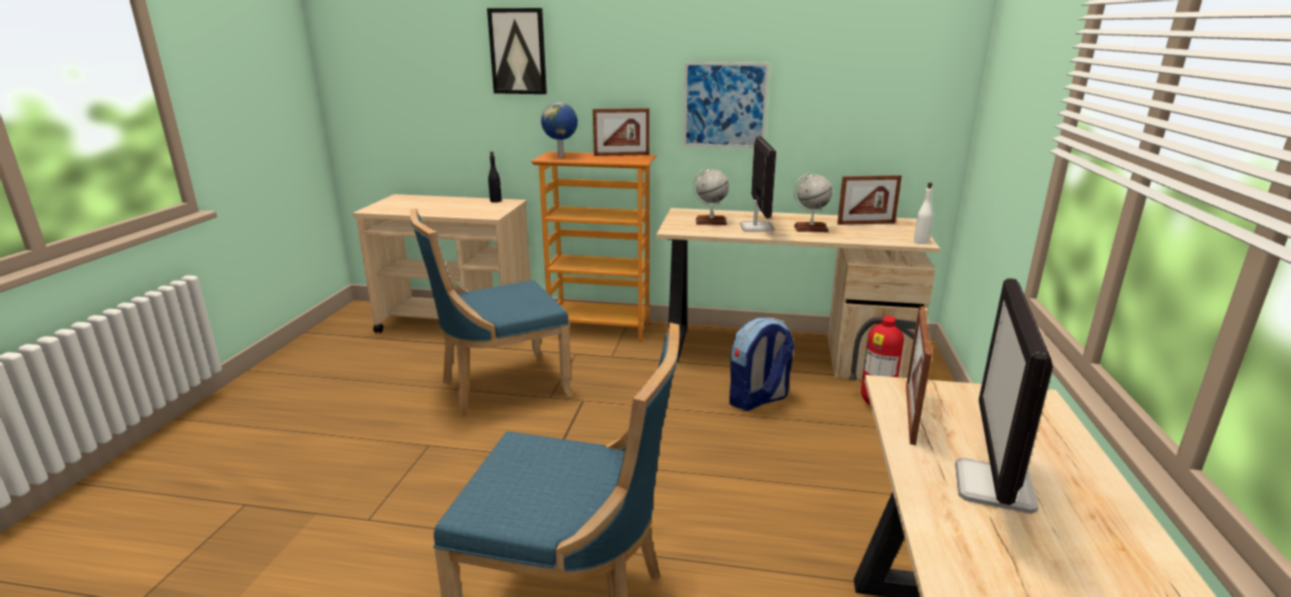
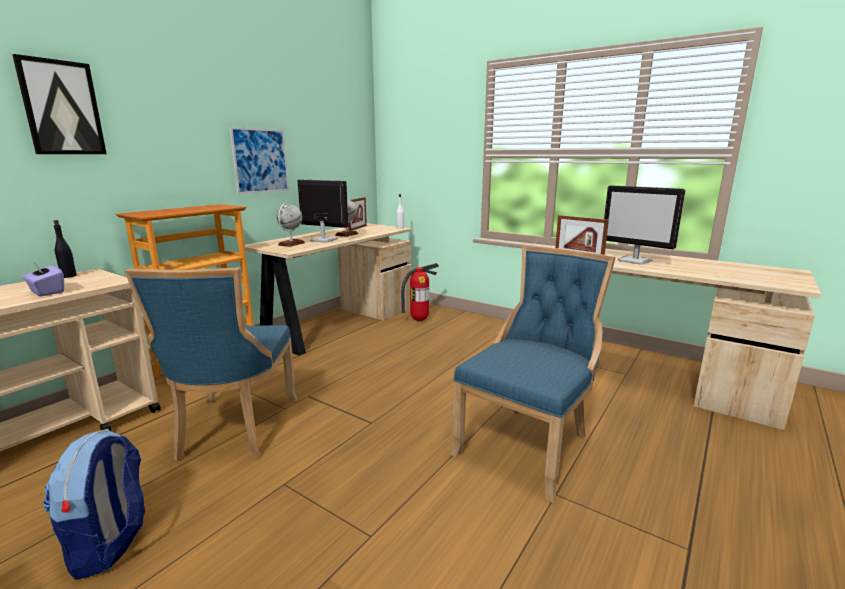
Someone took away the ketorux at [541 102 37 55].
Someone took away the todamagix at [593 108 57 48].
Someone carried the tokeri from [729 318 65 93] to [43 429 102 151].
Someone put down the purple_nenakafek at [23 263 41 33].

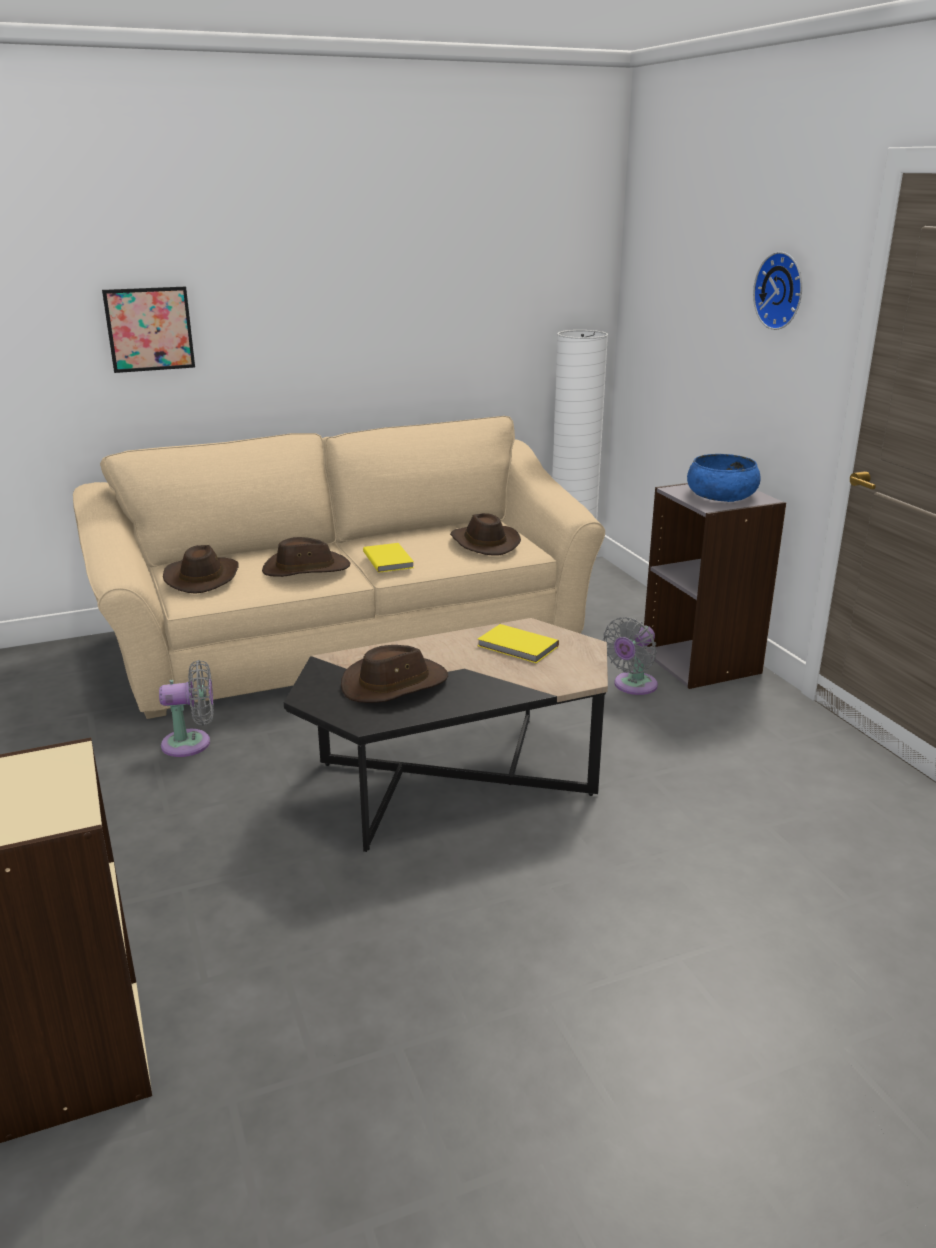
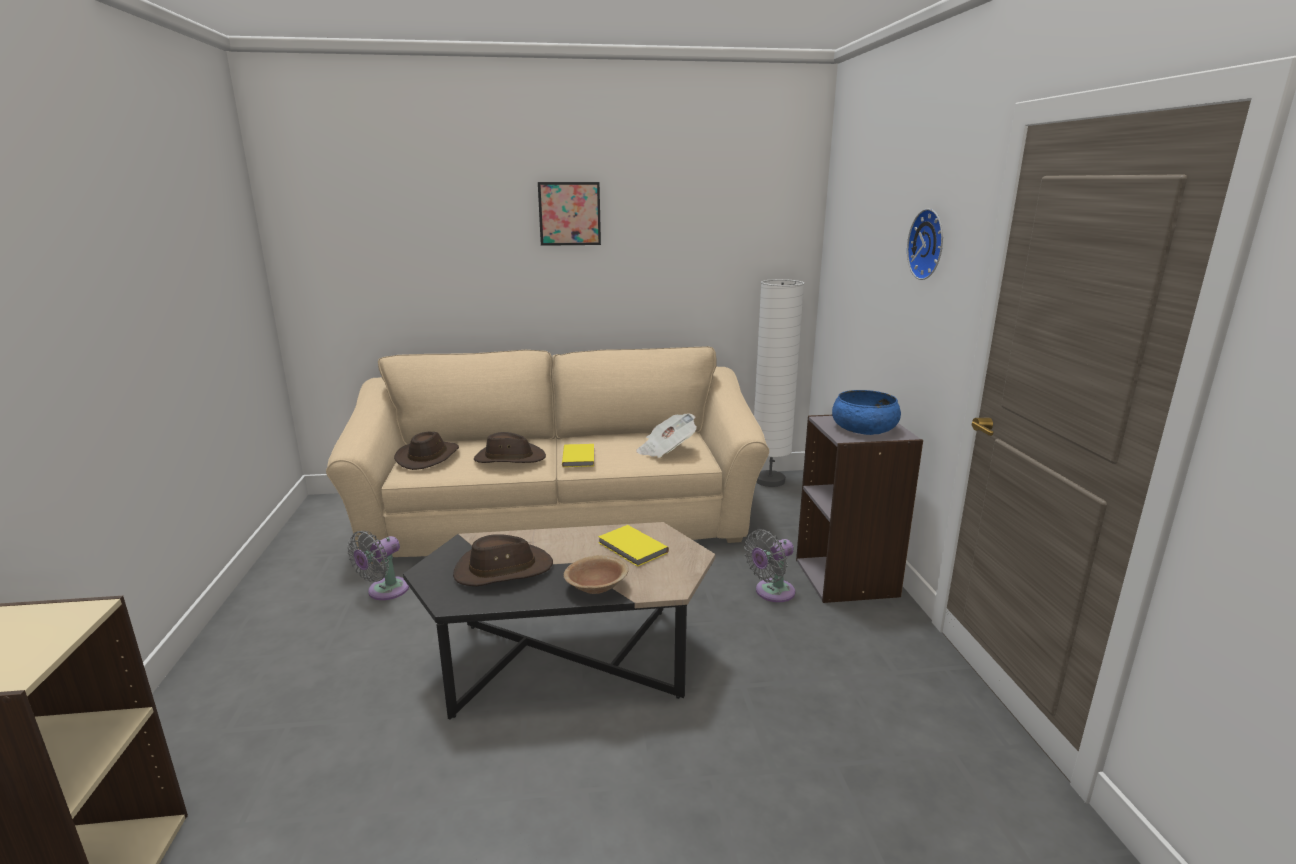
Someone carried the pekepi from [102 286 93 87] to [538 182 63 64].
Someone rotated the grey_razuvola at [159 660 55 97] by 120 degrees clockwise.
Someone swapped the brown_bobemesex at [450 513 71 43] for the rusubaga at [636 414 61 44].
Someone put down the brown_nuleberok at [564 555 65 39].

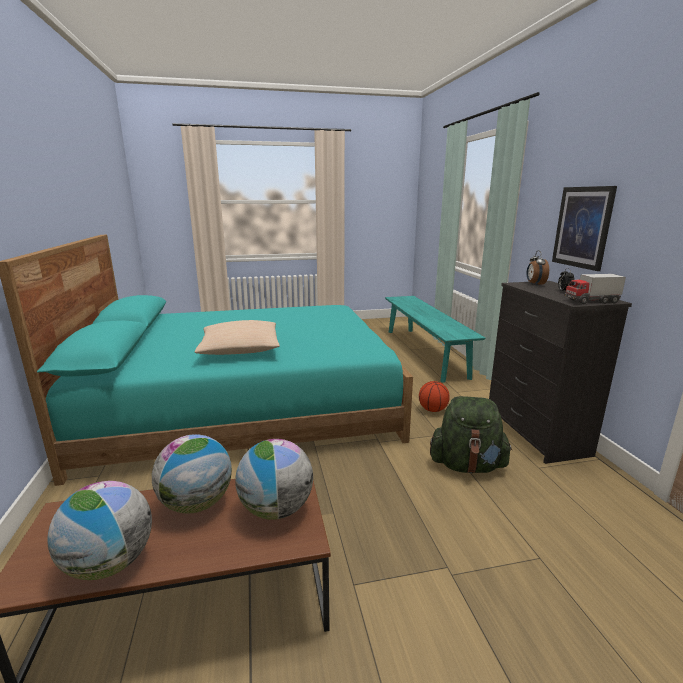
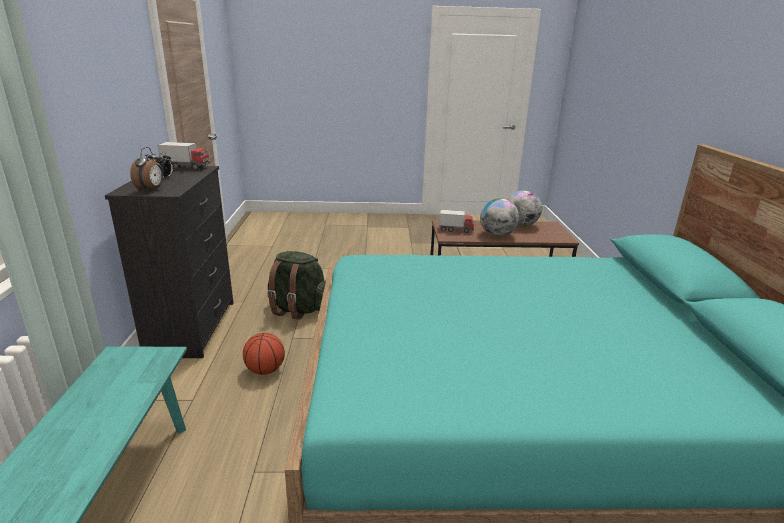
Someone took away the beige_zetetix at [195 320 85 35].
Someone swapped the ketorux at [235 439 78 81] for the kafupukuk at [439 210 35 23].
Someone took away the pekepi at [552 186 65 85].

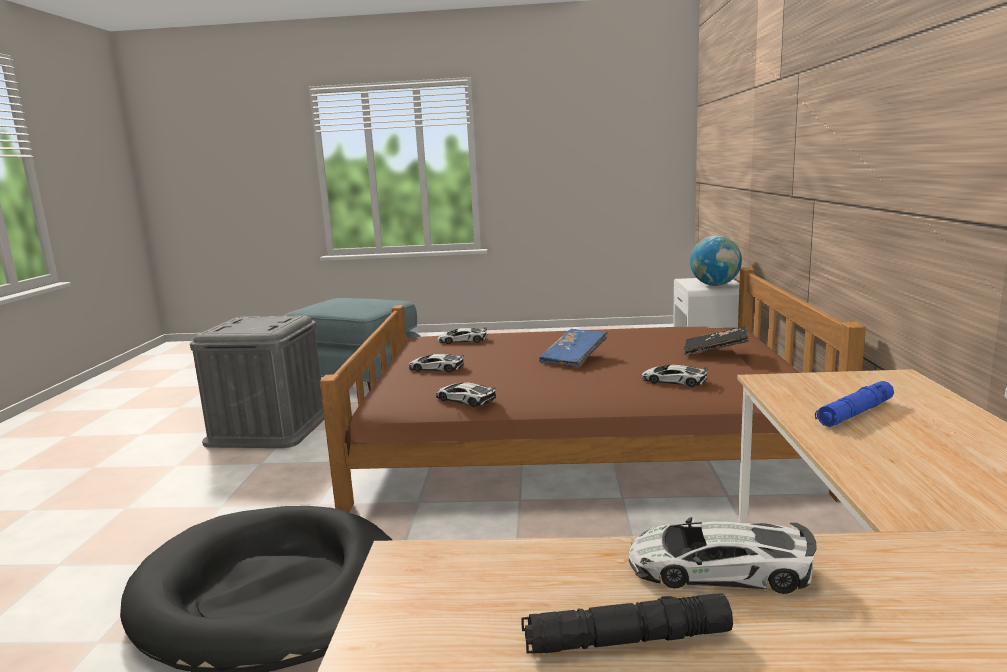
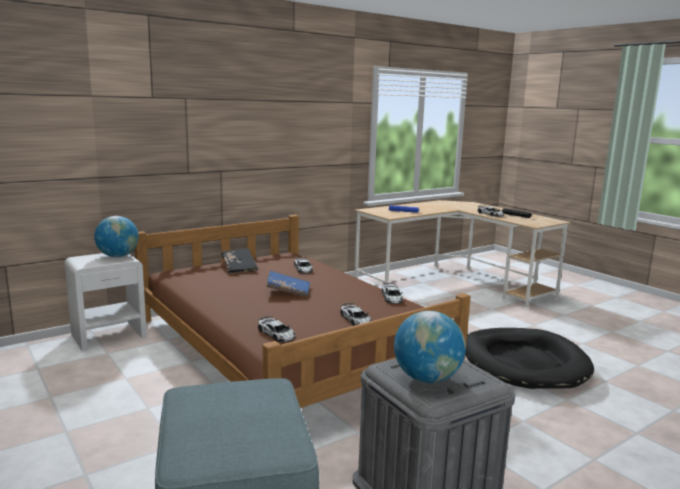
Someone put down the ketorux at [394 311 72 72].

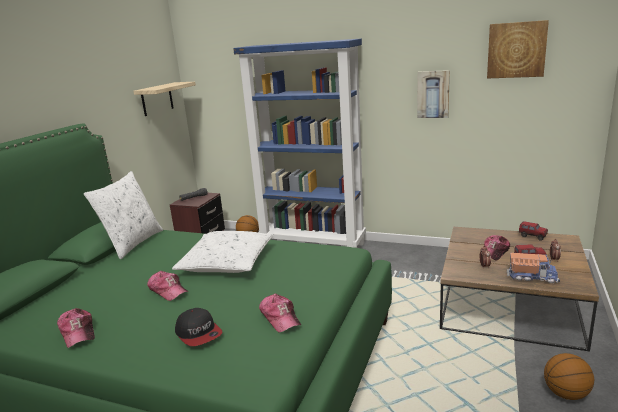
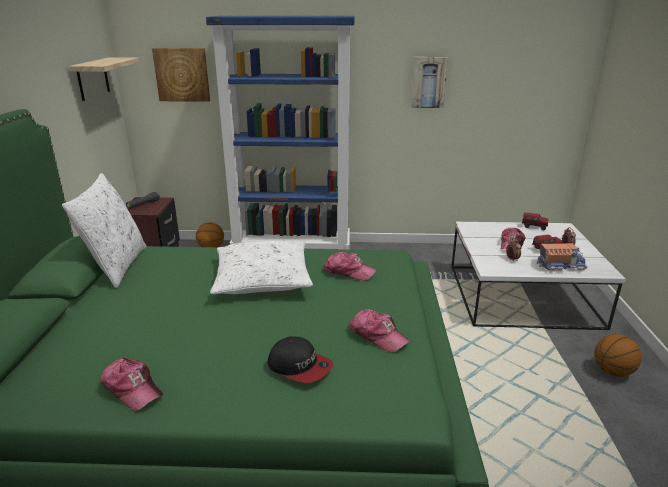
Someone carried the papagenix from [147 271 41 30] to [323 252 54 29].
Someone repainted the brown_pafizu at [440 227 159 125], which became the white_pafizu at [451 222 175 108].
Someone carried the pekepi from [487 20 62 58] to [152 48 58 54].

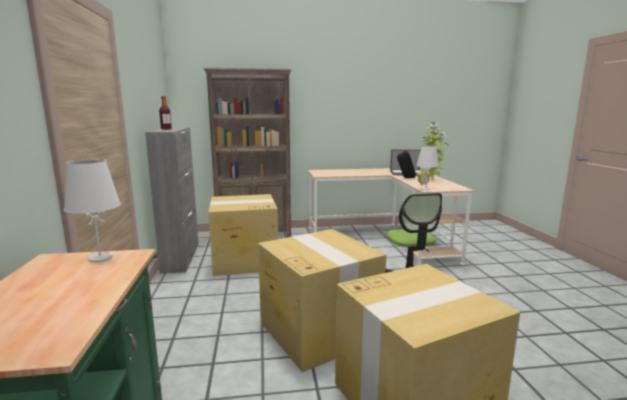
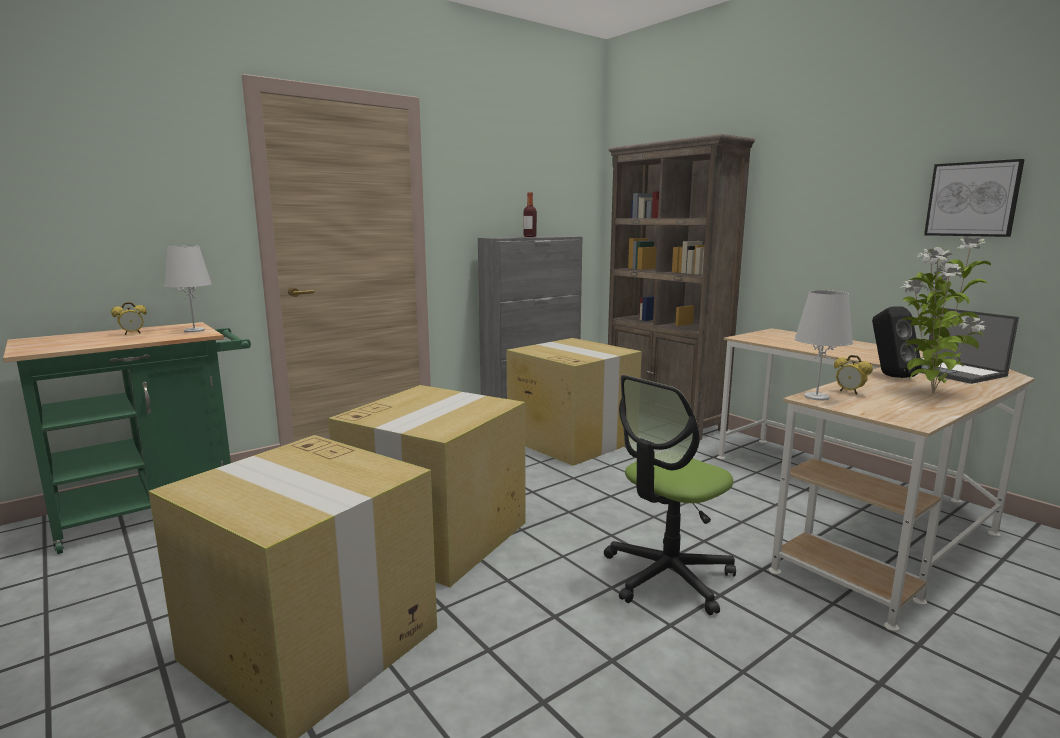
Someone put down the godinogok at [111 302 36 33].
Someone put up the pekepi at [924 159 101 78].

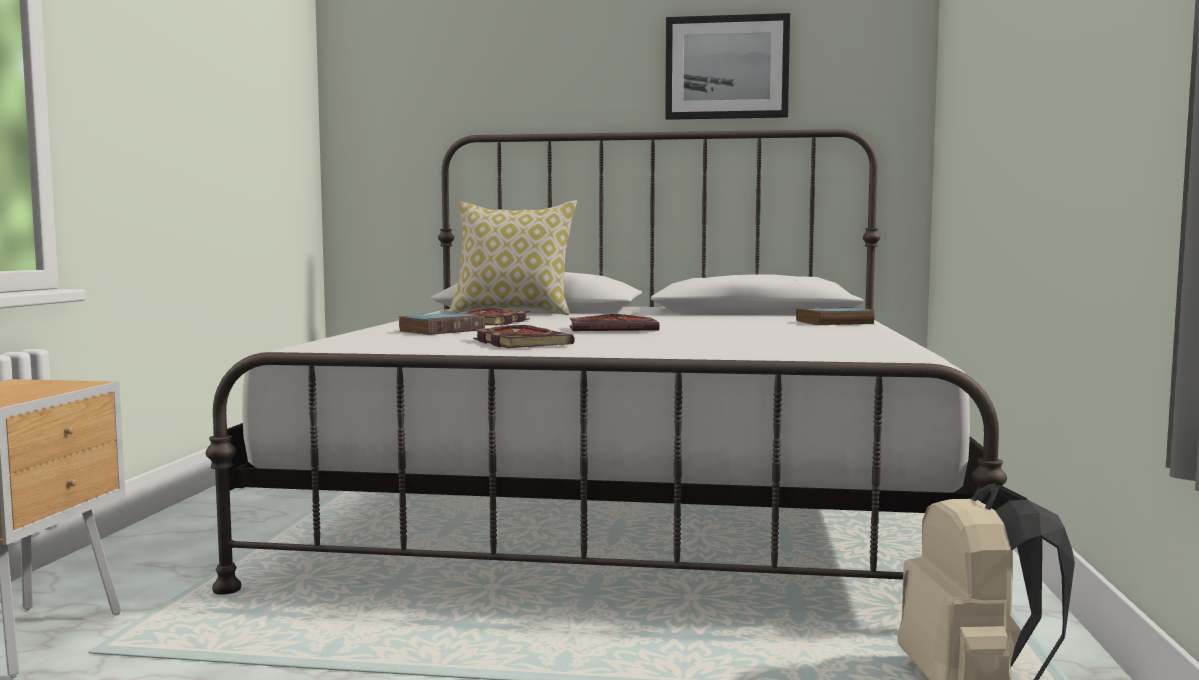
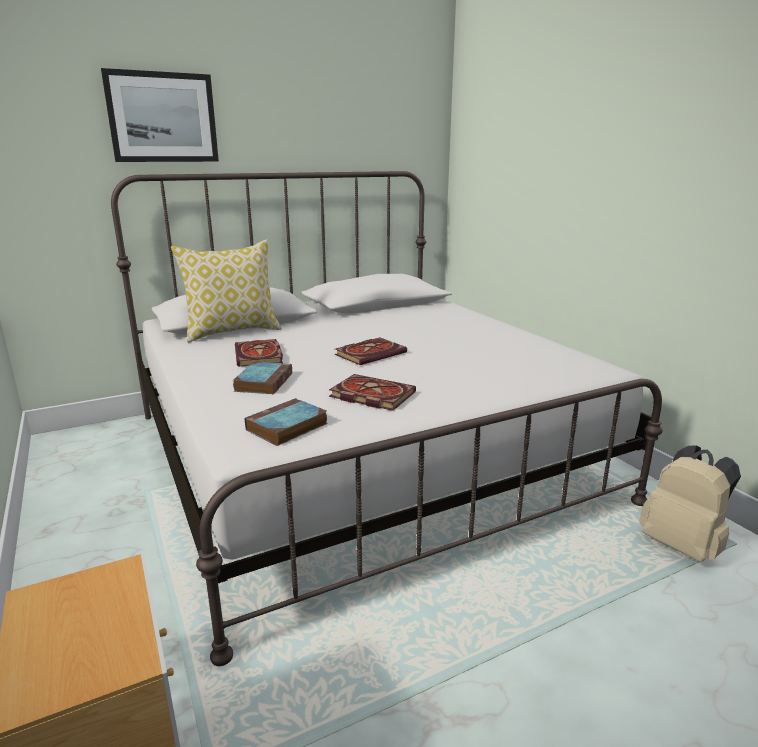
Someone carried the pekepi from [665 13 125 107] to [101 68 118 94].
Someone carried the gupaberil from [796 307 80 18] to [245 398 83 48].

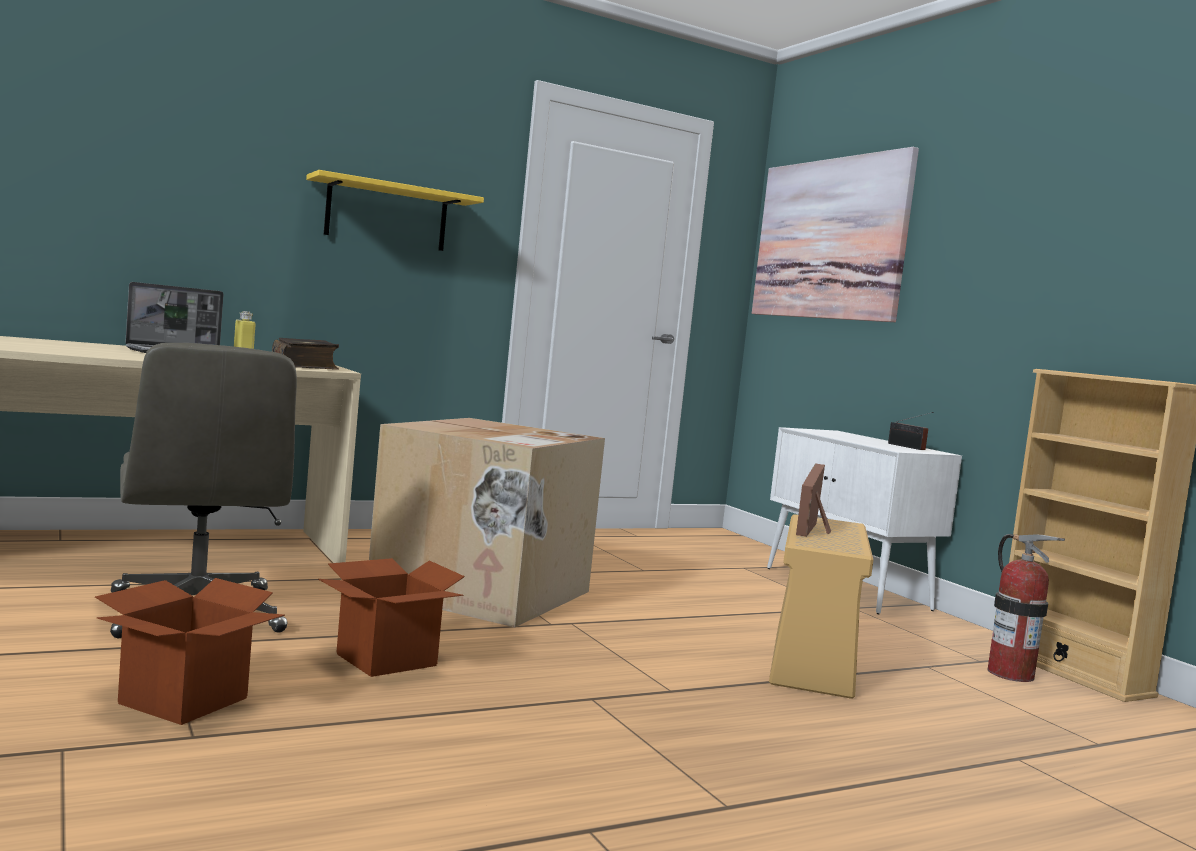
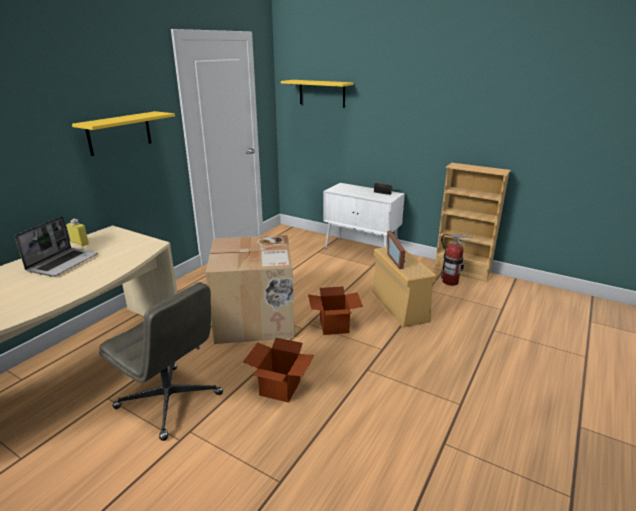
Someone carried the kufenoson from [95 578 190 147] to [308 287 55 48].
Someone took away the gupaberil at [272 338 67 31].
Someone swapped the pekepi at [752 147 167 175] for the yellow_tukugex at [281 80 73 28].

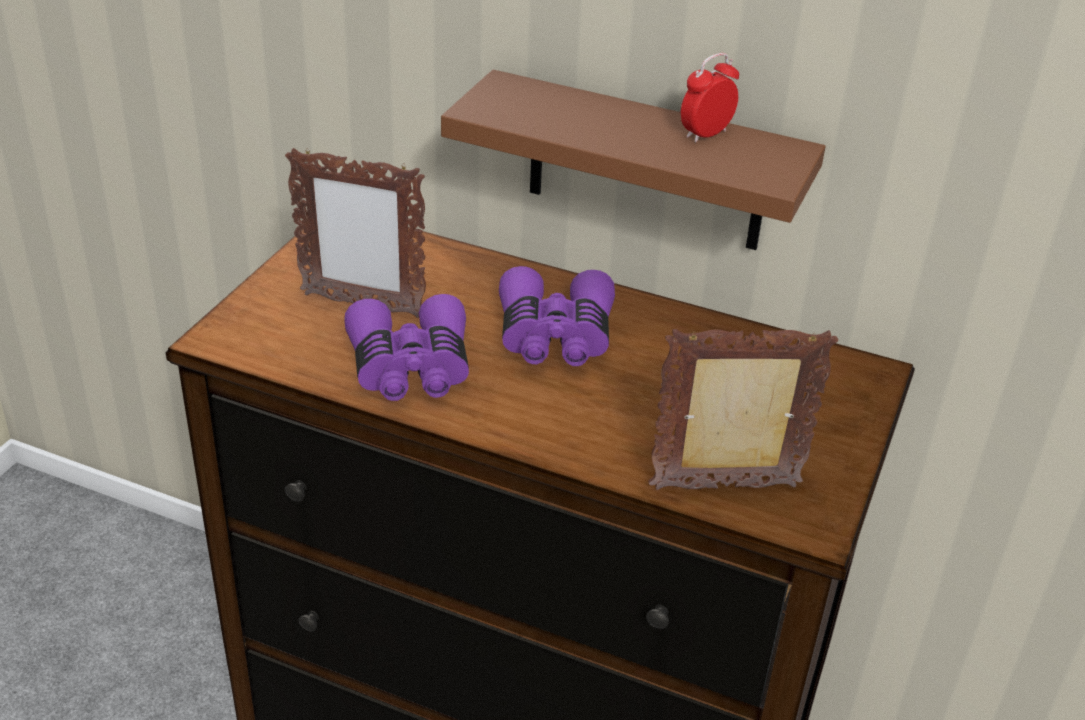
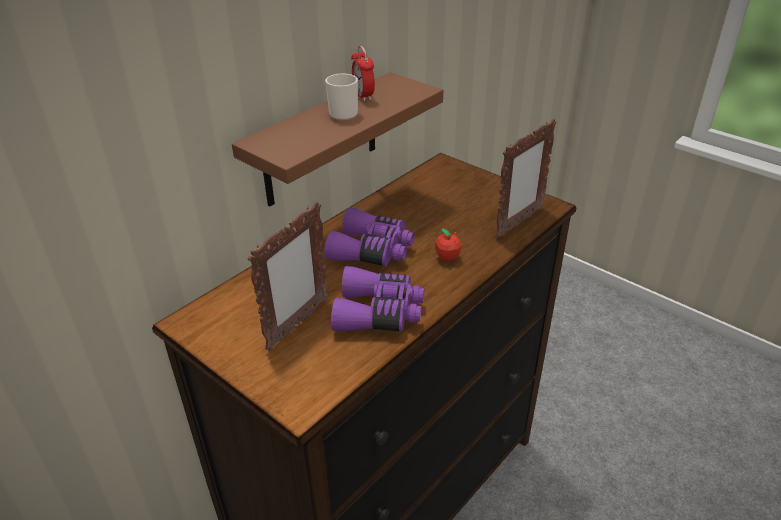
Someone rotated the todamagix at [648 329 190 161] by 150 degrees counterclockwise.
Someone put down the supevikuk at [325 74 33 47].
Someone put down the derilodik at [435 229 26 33].

